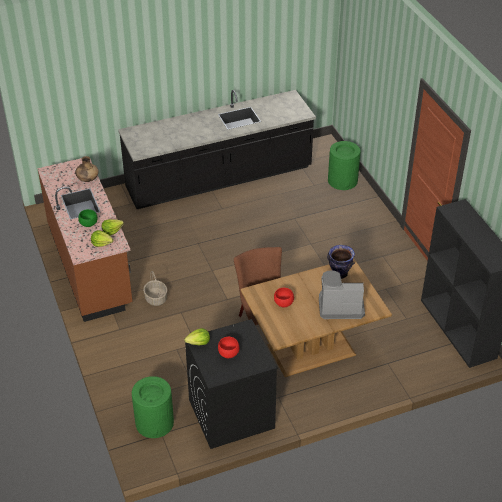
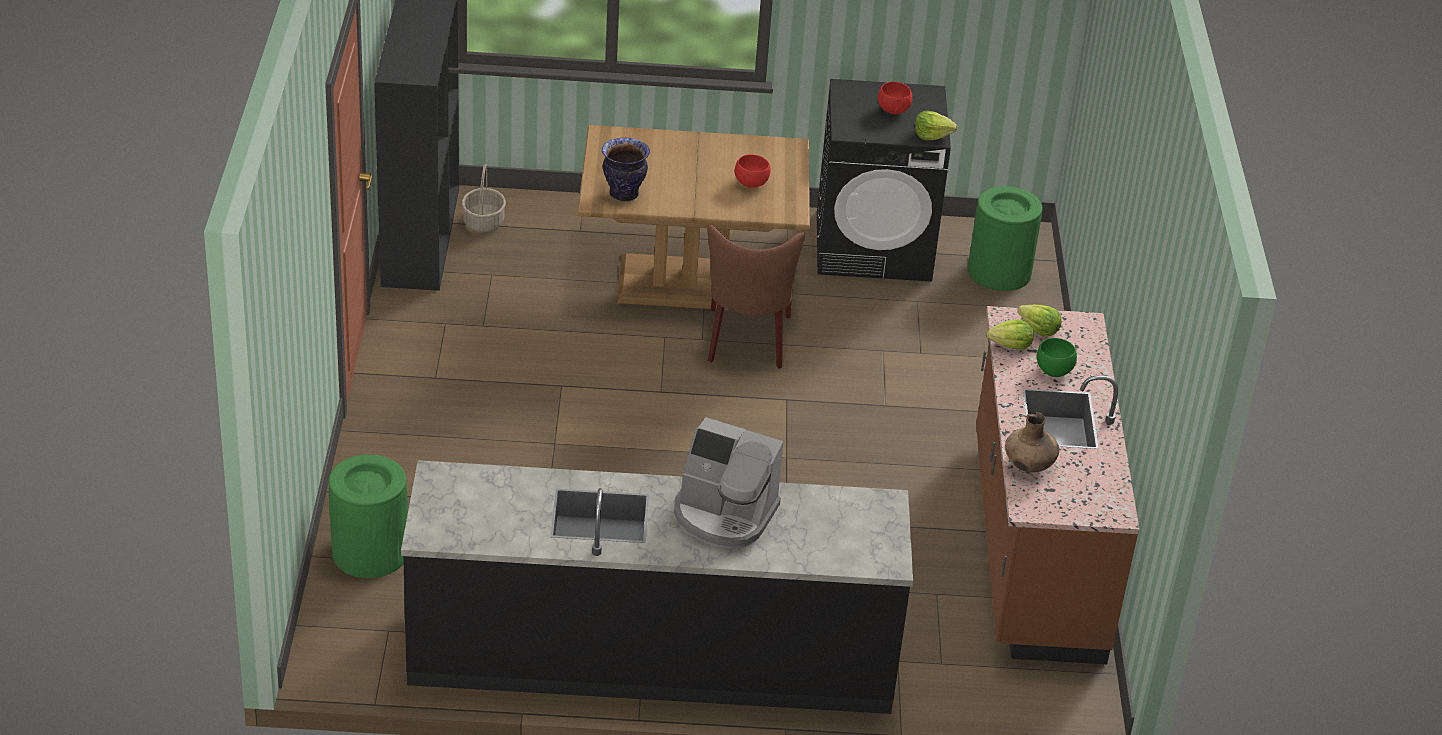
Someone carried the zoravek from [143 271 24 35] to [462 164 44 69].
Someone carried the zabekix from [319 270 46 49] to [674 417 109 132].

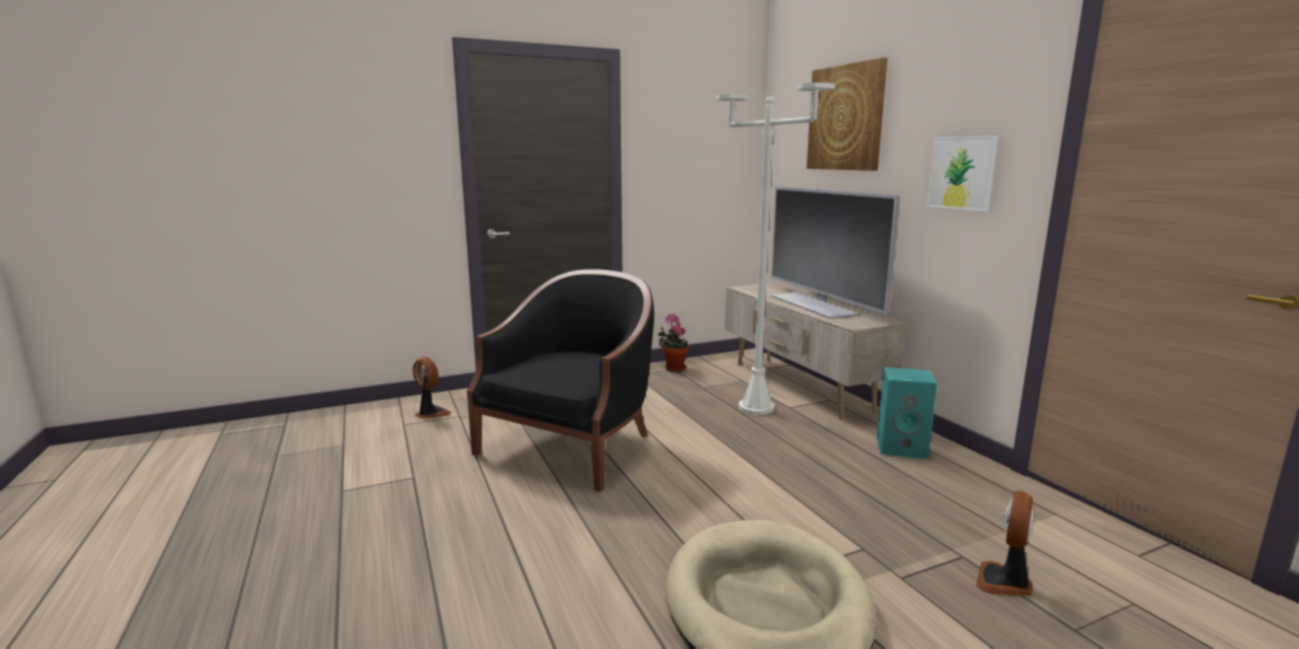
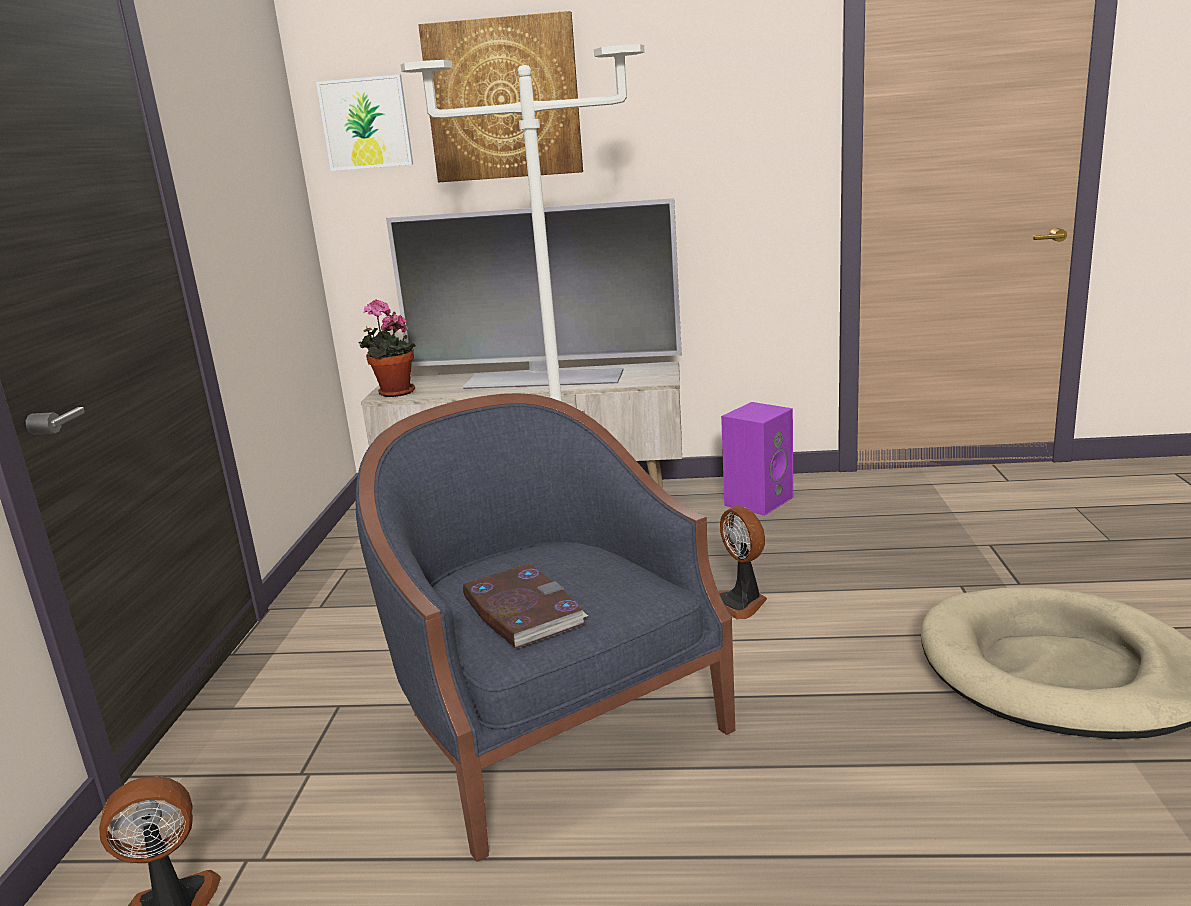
Someone repainted the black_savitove at [467 269 187 223], which became the blue_savitove at [355 393 380 469].
Someone carried the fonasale from [658 314 31 58] to [359 299 57 98].
Someone repainted the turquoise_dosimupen at [877 367 60 92], which became the purple_dosimupen at [721 402 72 114].
Someone carried the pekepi from [927 135 71 77] to [316 74 97 97].
Someone carried the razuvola from [976 491 57 104] to [718 506 49 113].
Someone put down the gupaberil at [463 563 125 85].

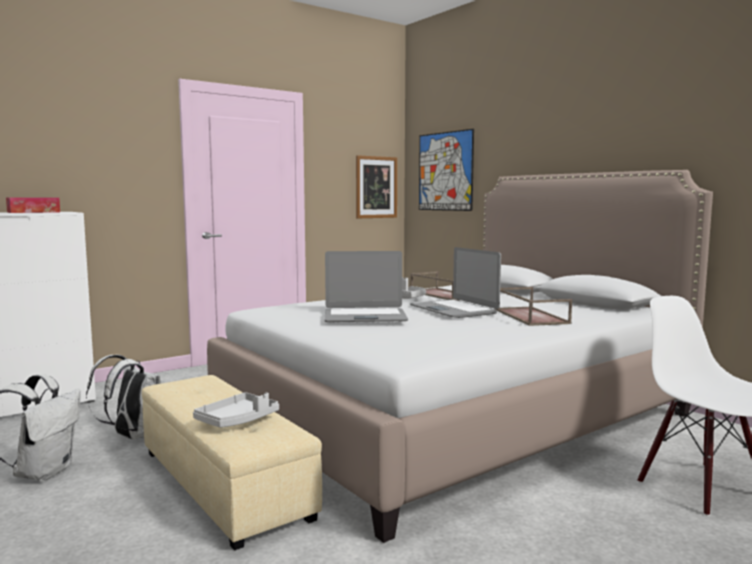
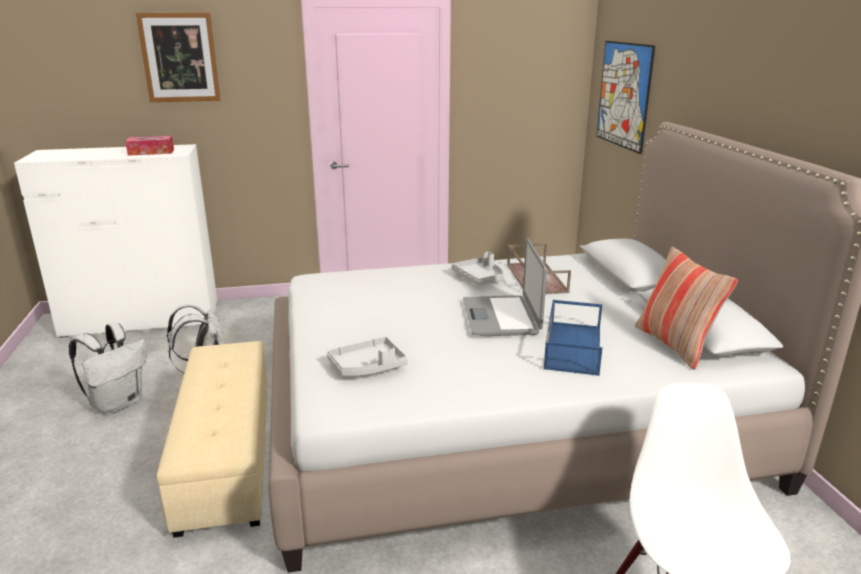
Someone carried the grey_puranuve from [193 392 86 36] to [327 337 81 39].
Someone took away the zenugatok at [324 251 84 71].
Someone carried the pekepi from [356 155 41 63] to [136 13 85 89].
Someone repainted the brown_puranuve at [495 287 77 39], which became the blue_puranuve at [544 300 58 76].
Someone put down the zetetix at [635 247 103 123].

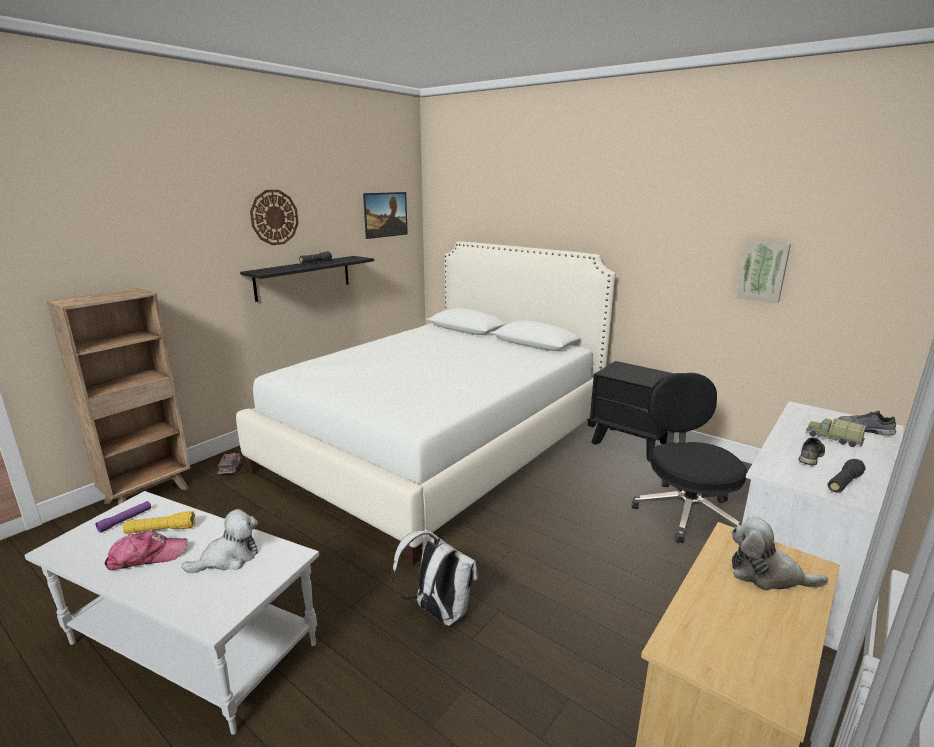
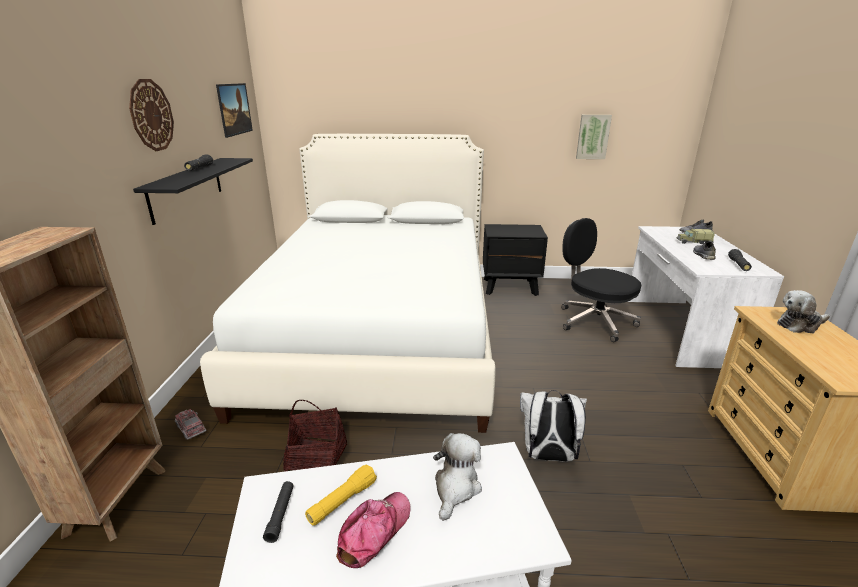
Someone repainted the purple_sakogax at [95 501 56 32], which became the black_sakogax at [263 481 31 62].
Someone put down the zoravek at [283 400 64 72].

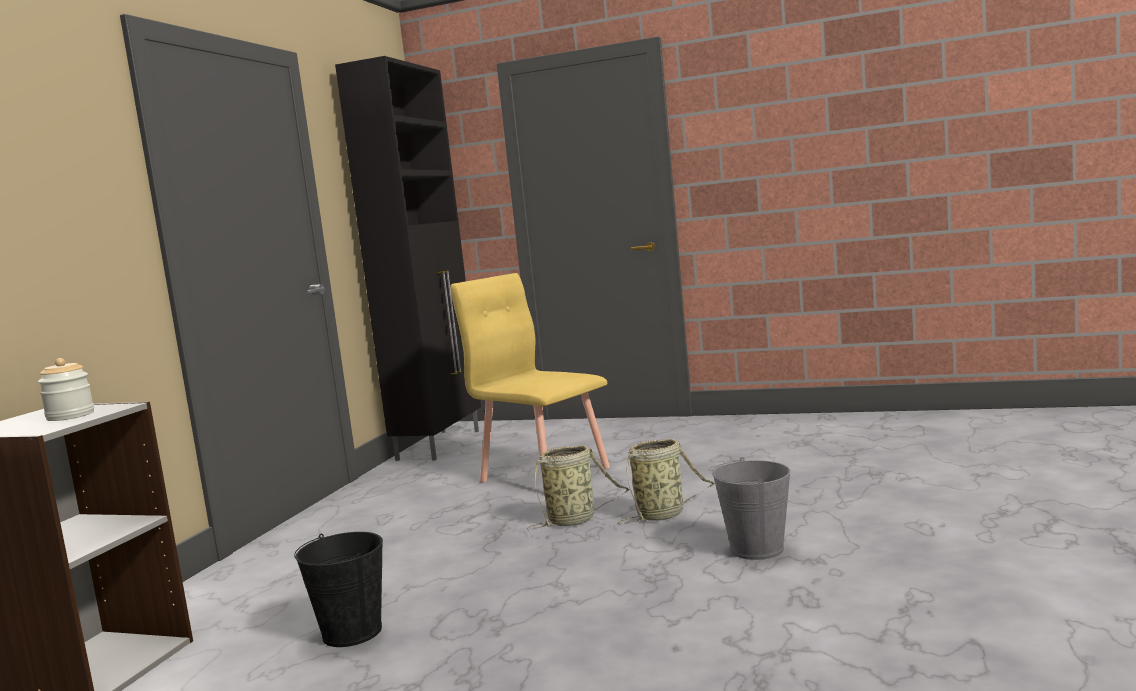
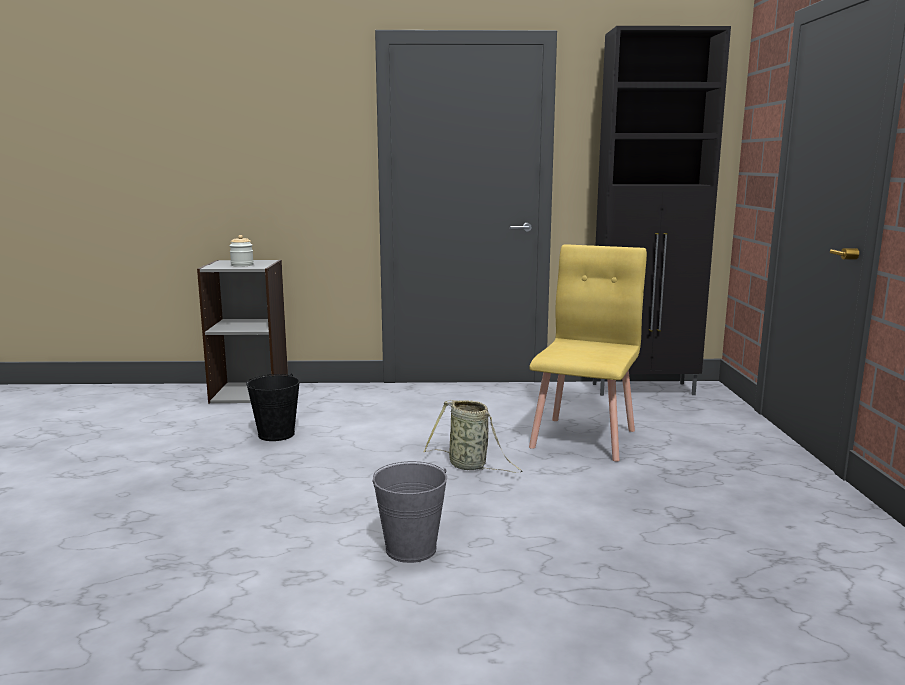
Someone took away the zoravek at [618 439 97 85].

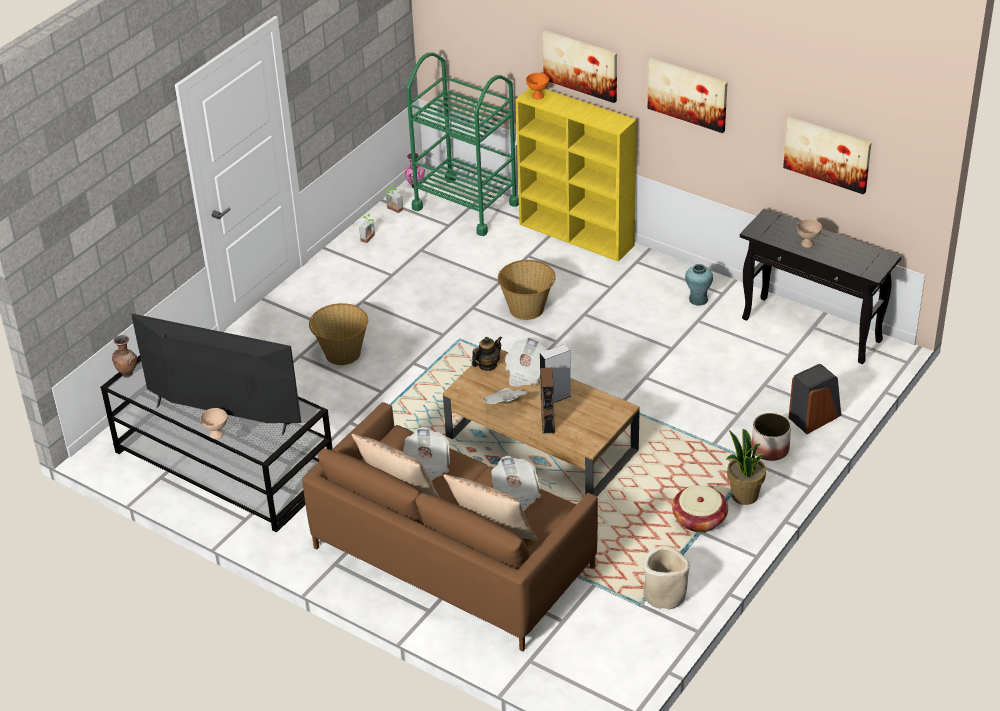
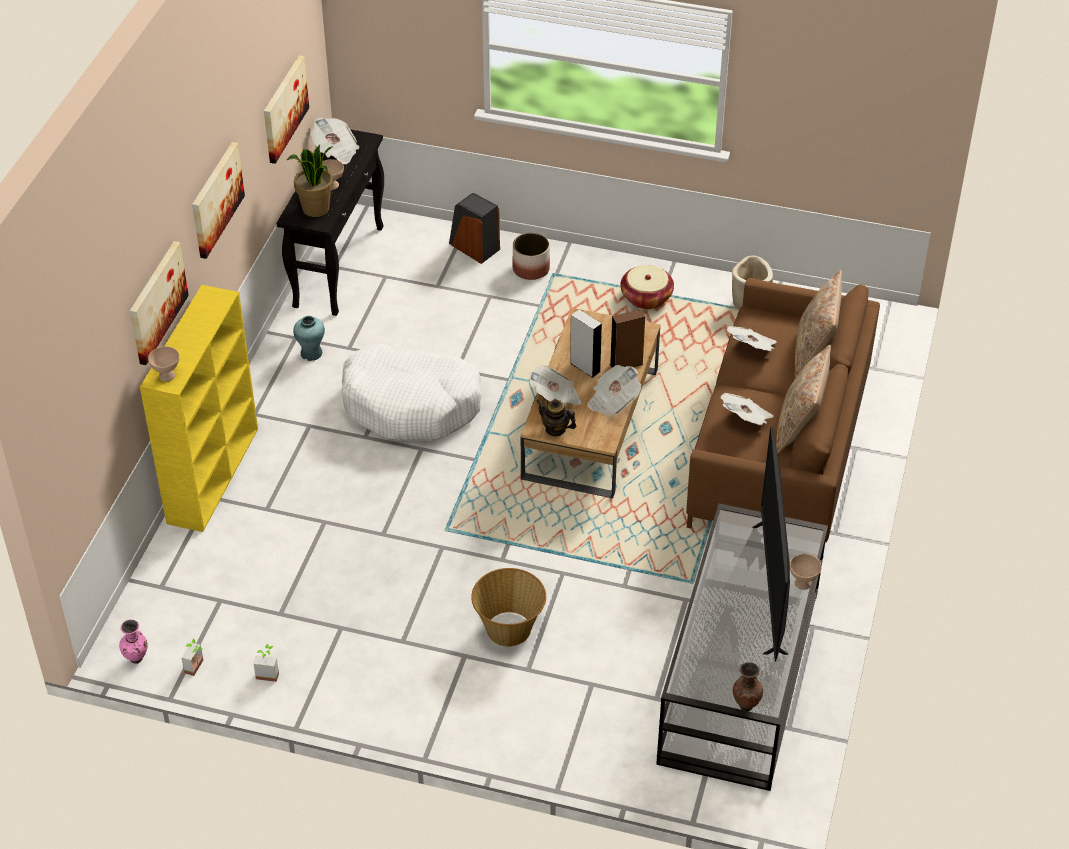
Someone took away the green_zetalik at [406 52 113 184].
Someone took away the zoravek at [498 260 58 60].
Someone repainted the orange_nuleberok at [526 73 23 26], which became the beige_nuleberok at [148 346 31 36].
Someone carried the fonasale from [726 429 40 76] to [287 145 46 72].
Someone put down the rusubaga at [310 118 49 46].
Someone put down the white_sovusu at [341 344 141 96].

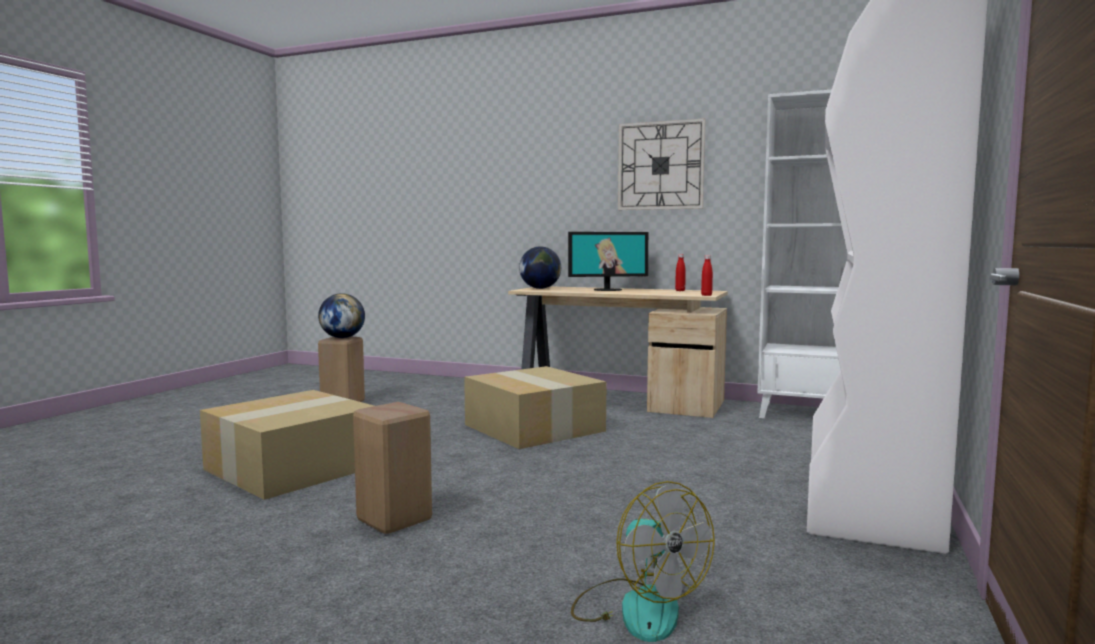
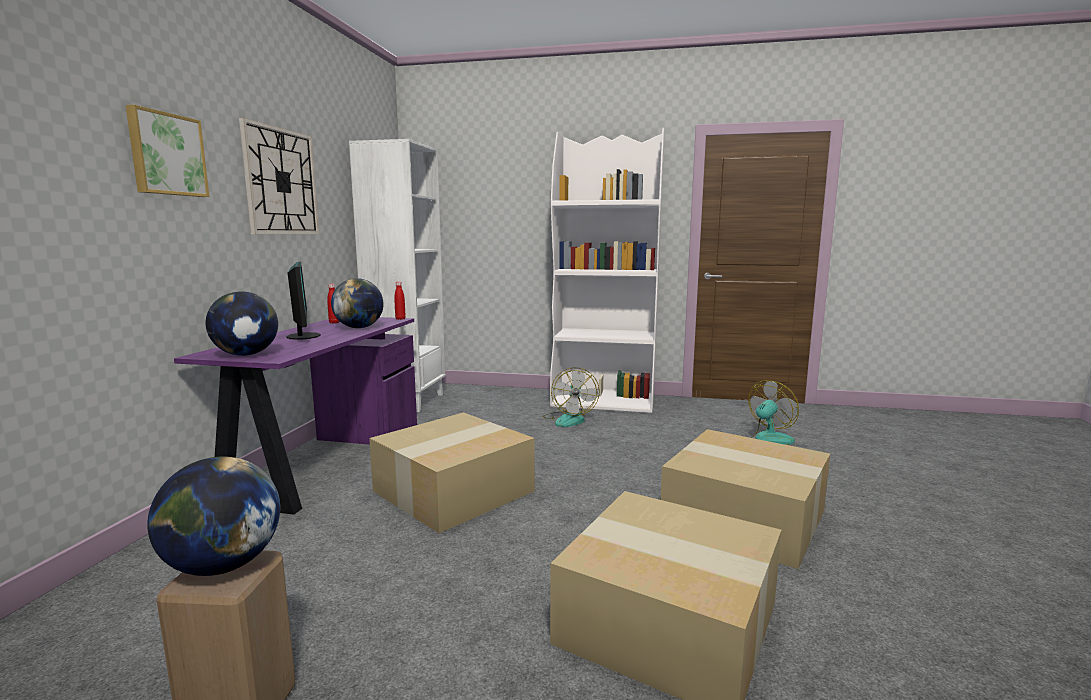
Someone swapped the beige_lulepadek at [353 402 79 132] for the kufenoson at [661 429 169 140].
Someone repainted the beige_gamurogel at [508 286 220 132], which became the purple_gamurogel at [174 317 243 197].
Someone put up the pekepi at [126 105 83 92].
Someone put down the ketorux at [331 278 52 50].
Someone put down the razuvola at [543 368 56 59].

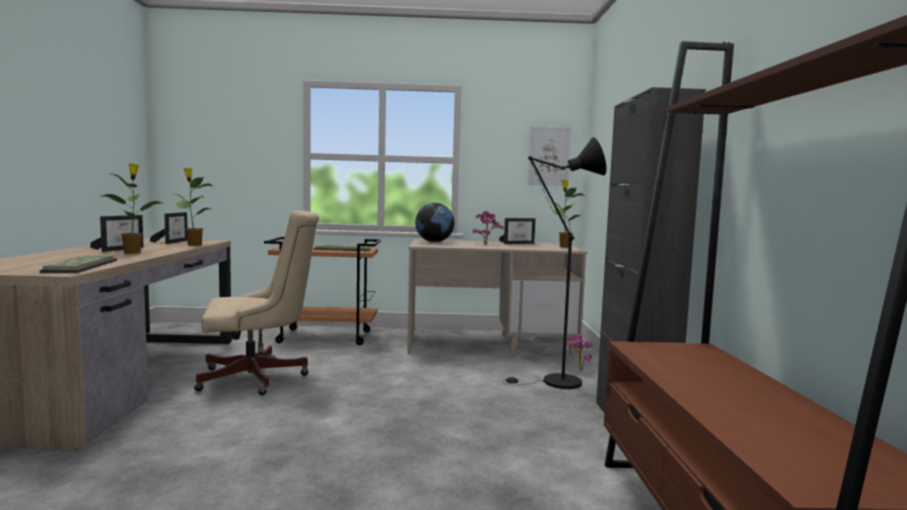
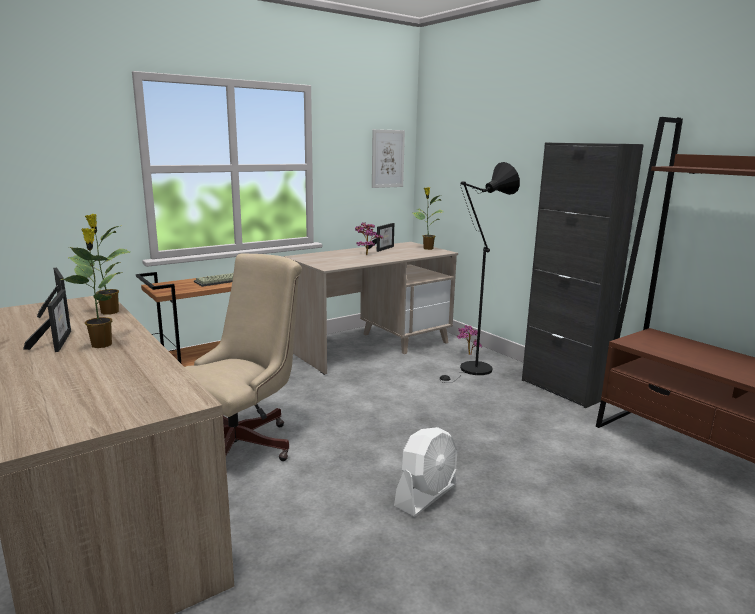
Someone took away the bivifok at [40 255 77 18].
Someone took away the ketorux at [415 203 40 39].
Someone put down the white_razuvola at [394 427 63 90].

